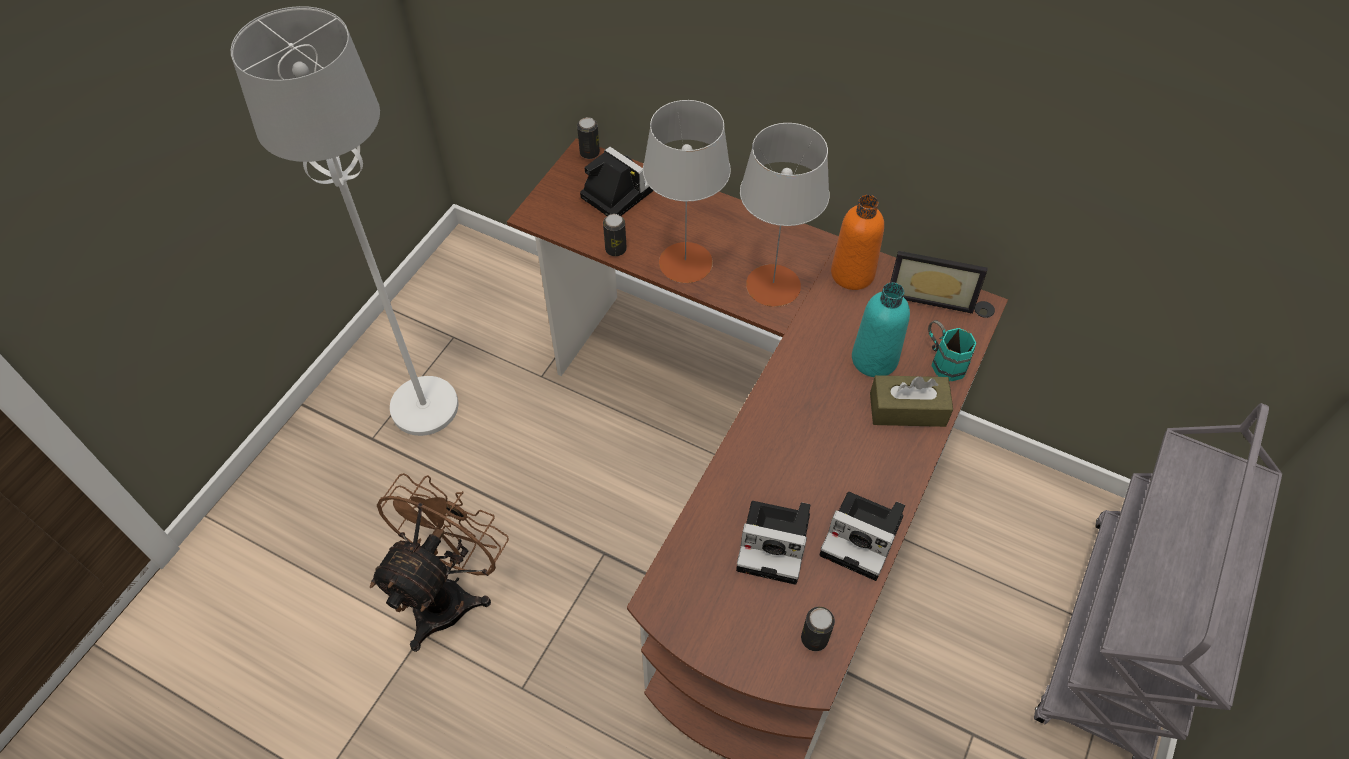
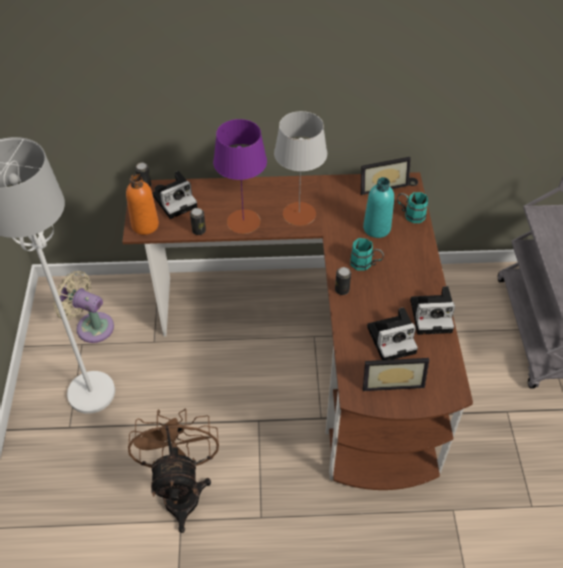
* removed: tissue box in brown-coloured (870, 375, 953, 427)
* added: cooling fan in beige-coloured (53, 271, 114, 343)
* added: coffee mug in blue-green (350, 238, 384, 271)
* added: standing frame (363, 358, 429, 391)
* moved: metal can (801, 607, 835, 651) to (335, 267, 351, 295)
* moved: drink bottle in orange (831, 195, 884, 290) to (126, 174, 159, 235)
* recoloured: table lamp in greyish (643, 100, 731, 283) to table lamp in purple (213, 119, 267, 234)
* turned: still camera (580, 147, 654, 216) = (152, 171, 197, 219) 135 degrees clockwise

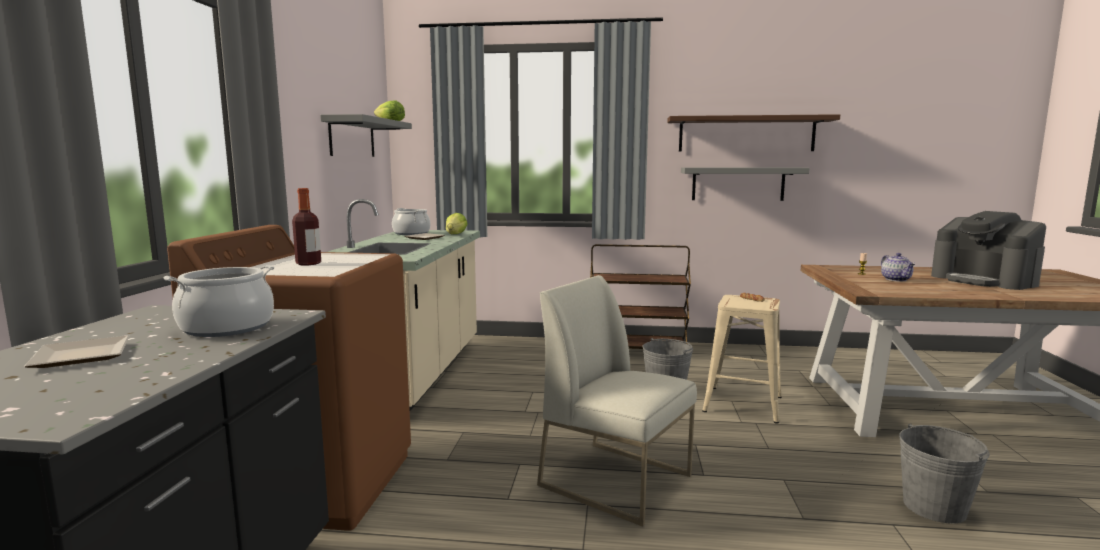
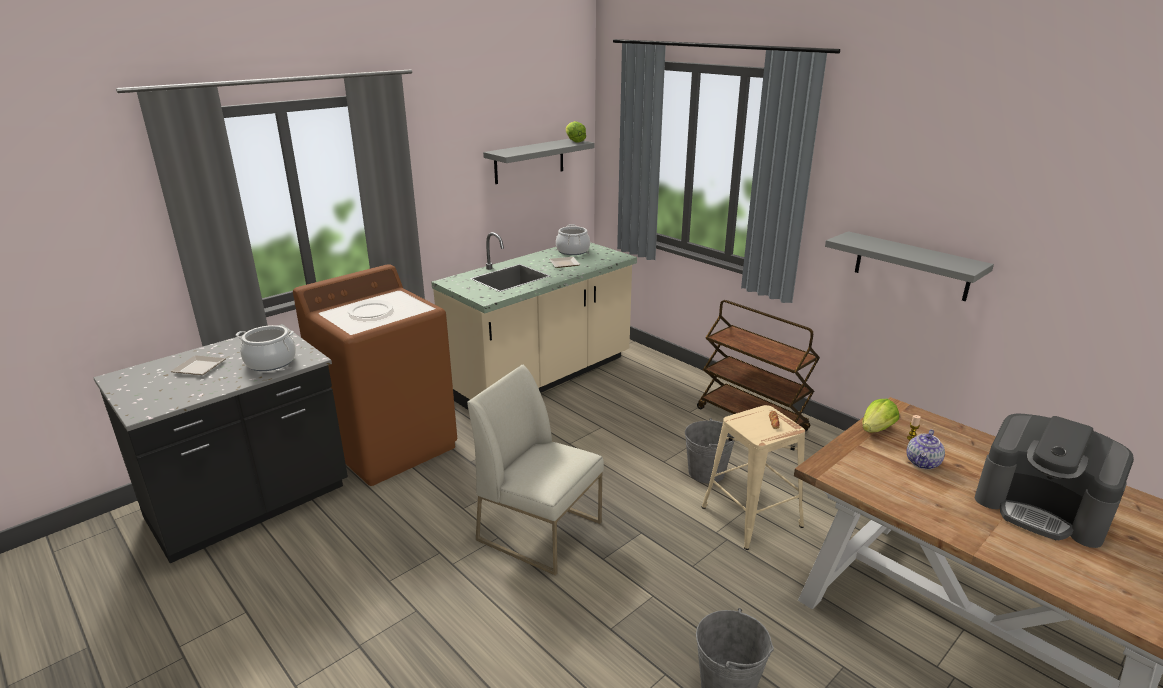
* removed: bracket shelf in brown-coloured (667, 114, 840, 152)
* moved: lettuce (446, 213, 468, 234) to (862, 399, 899, 432)
* replaced: drink bottle (292, 188, 321, 265) to plate in white (348, 300, 393, 318)
* turned: plain chair in white (537, 275, 697, 527) = (467, 364, 604, 576) 45 degrees counterclockwise
* turned: coffee maker (931, 211, 1046, 290) = (975, 414, 1134, 548) 60 degrees counterclockwise

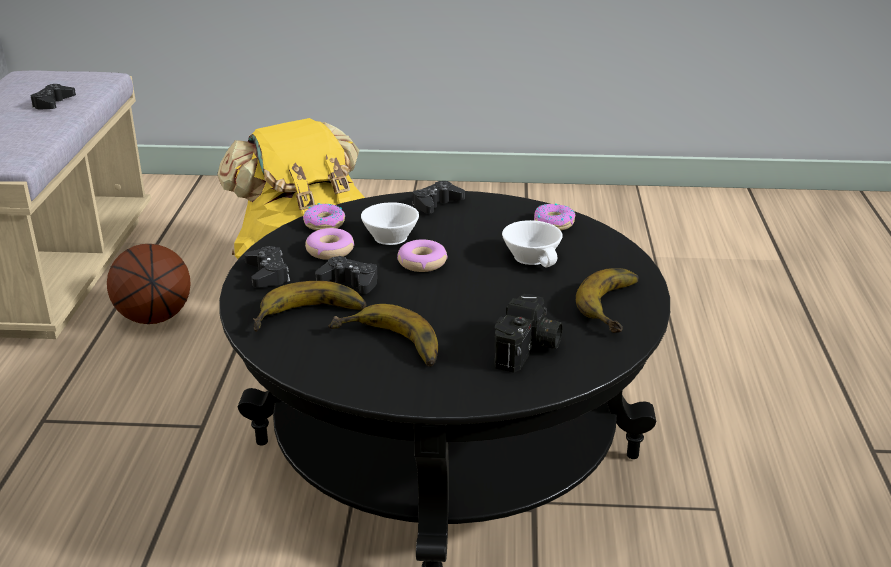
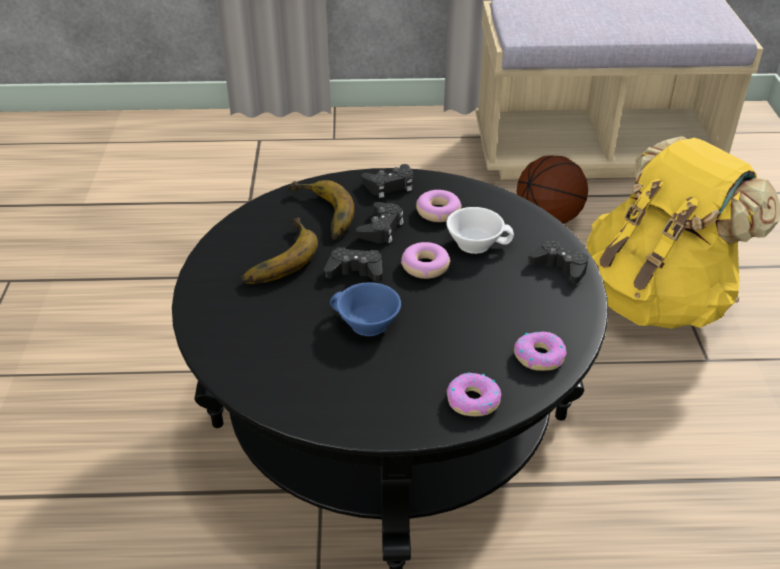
* removed: still camera (494, 294, 563, 373)
* removed: small cup in white (502, 220, 563, 267)
* removed: banana fruit (576, 268, 638, 333)
* added: small cup in bluish (330, 282, 401, 336)
* moved: game controller in black-coloured (31, 84, 76, 109) to (324, 247, 383, 282)
* moved: donut (303, 203, 345, 230) to (447, 372, 501, 416)

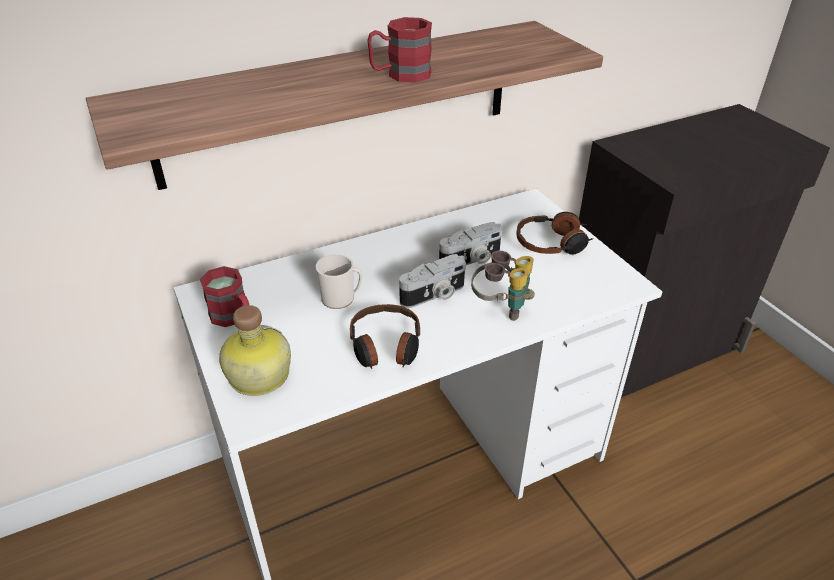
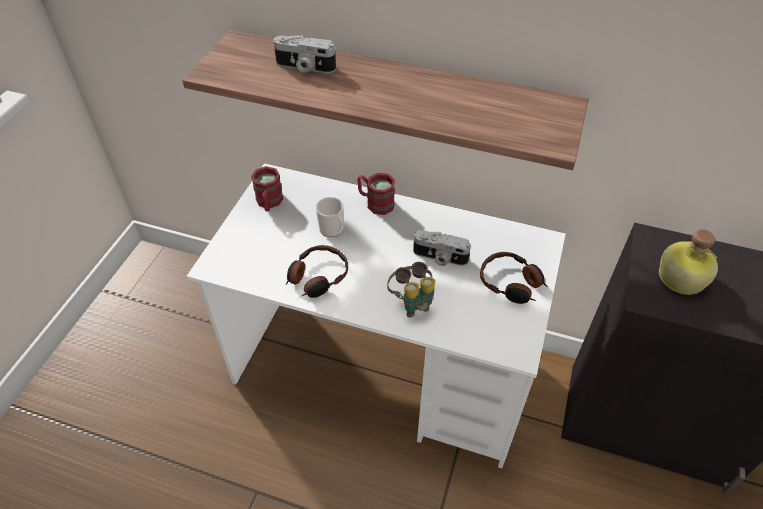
* moved: drink bottle (219, 305, 291, 396) to (659, 229, 718, 295)
* moved: coffee mug in red (367, 17, 432, 83) to (357, 173, 395, 215)
* moved: still camera (399, 254, 466, 308) to (273, 35, 336, 73)

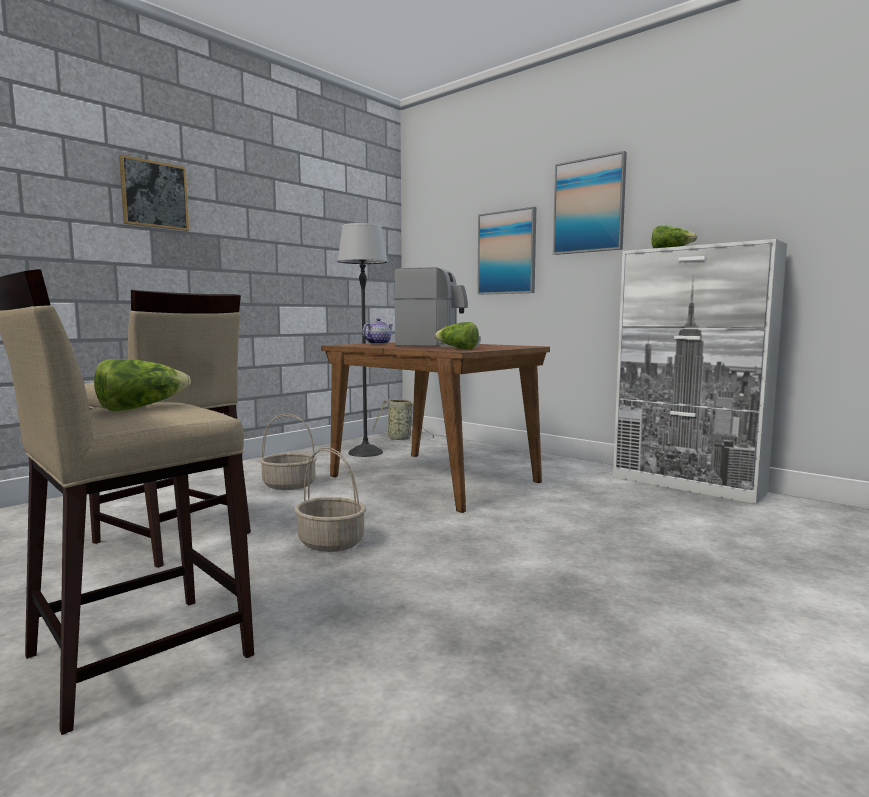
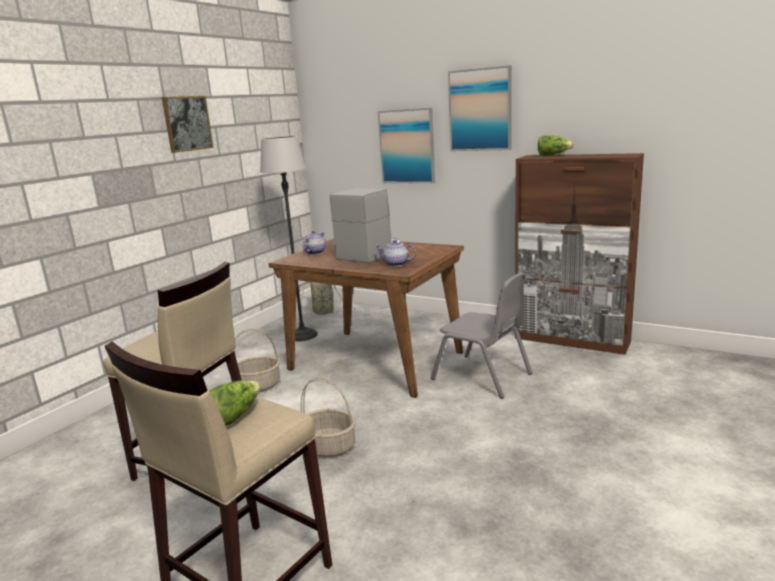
* added: plain chair in greyish (431, 273, 532, 399)
* moved: wall art (119, 155, 189, 231) to (162, 96, 214, 153)
* replaced: lettuce (435, 322, 479, 349) to pot for tea (375, 240, 416, 267)
* recoloured: cabinet in white (613, 239, 787, 504) to cabinet in brown-coloured (515, 153, 644, 355)
* turned: coffee maker (394, 267, 481, 347) = (330, 188, 402, 263) 60 degrees counterclockwise

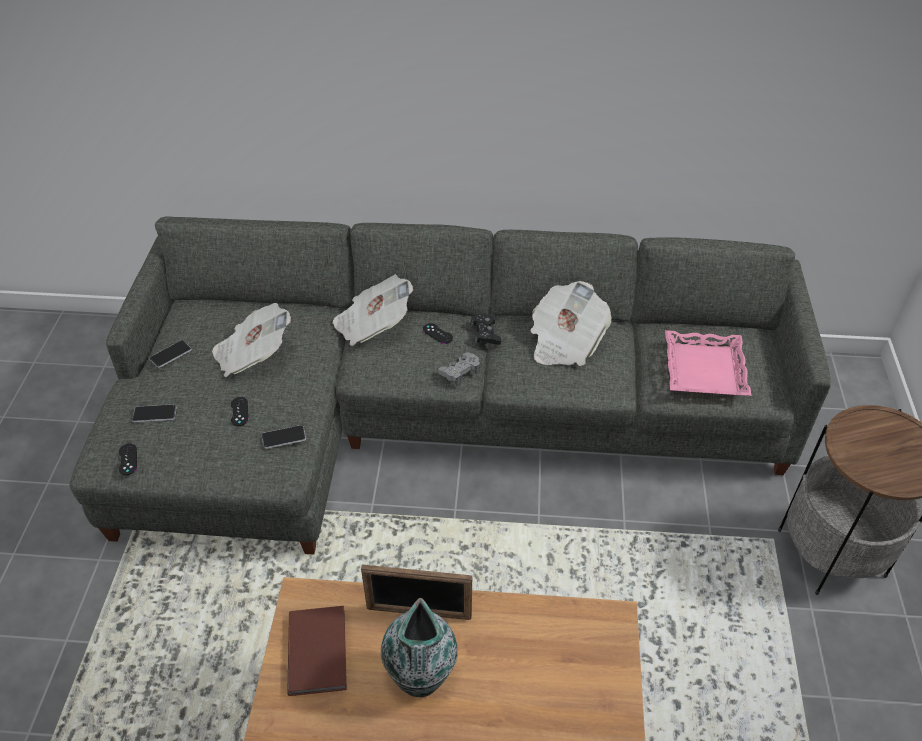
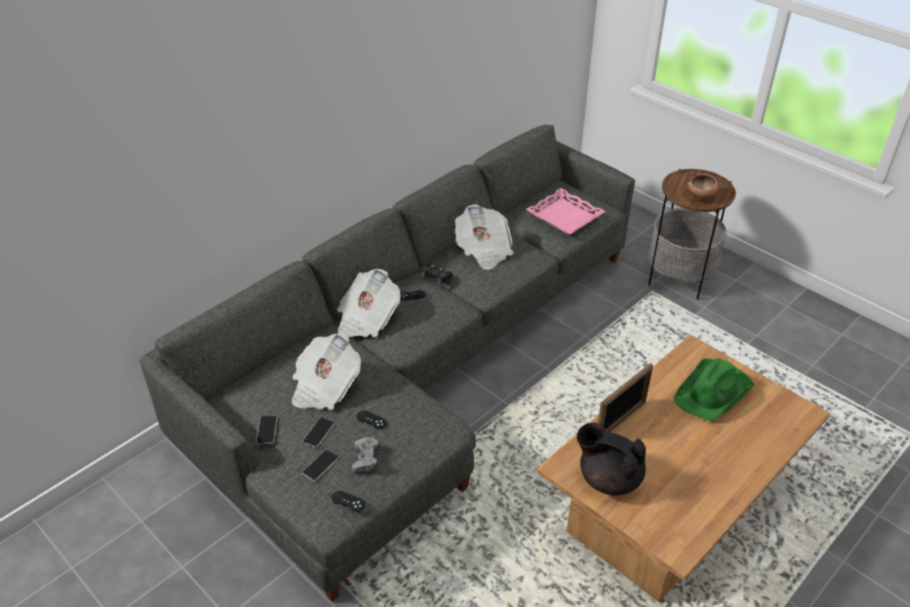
* removed: decorative vase (381, 598, 458, 697)
* added: clothing hat in green (674, 358, 755, 421)
* added: deep dish (687, 174, 719, 200)
* moved: handset (262, 425, 306, 449) to (302, 417, 335, 448)
* moved: game controller in greyish (439, 352, 480, 385) to (352, 437, 379, 472)
* replaced: book in brown-coloured (287, 606, 347, 696) to pot for tea in black-coloured (577, 423, 646, 496)

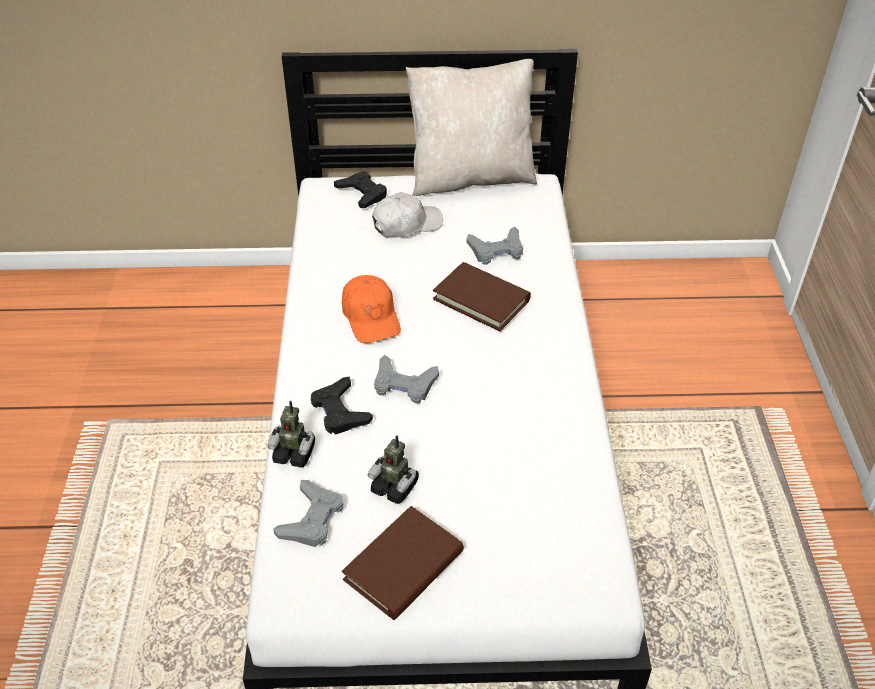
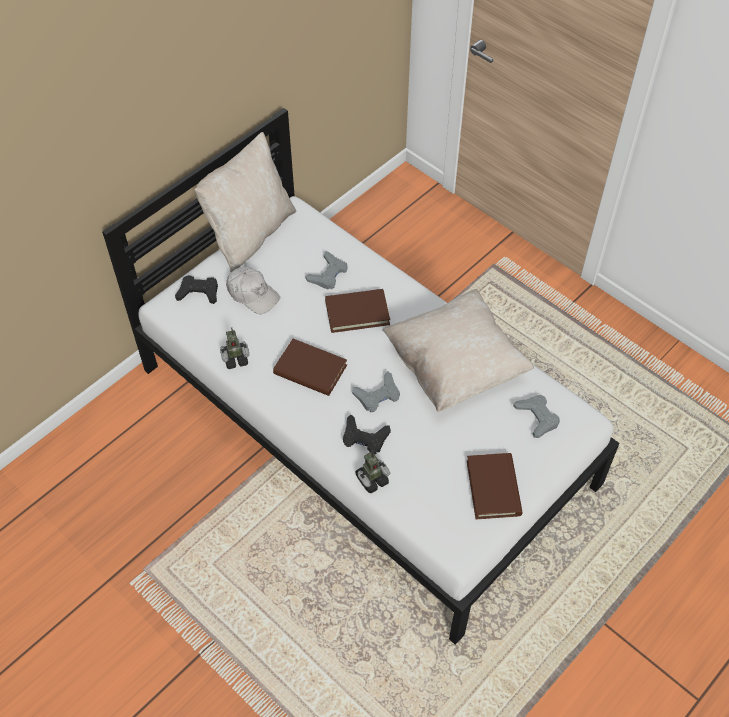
* added: cushion in beige-coloured (382, 289, 534, 412)
* moved: game controller in greyish (273, 480, 344, 547) to (513, 395, 560, 438)
* moved: toy robot (368, 435, 419, 504) to (220, 327, 249, 369)
* replaced: baseball cap in orange (342, 275, 401, 343) to book in brown-coloured (273, 339, 347, 396)
* turned: baseball cap in white (372, 192, 443, 238) = (226, 267, 280, 314) 105 degrees clockwise

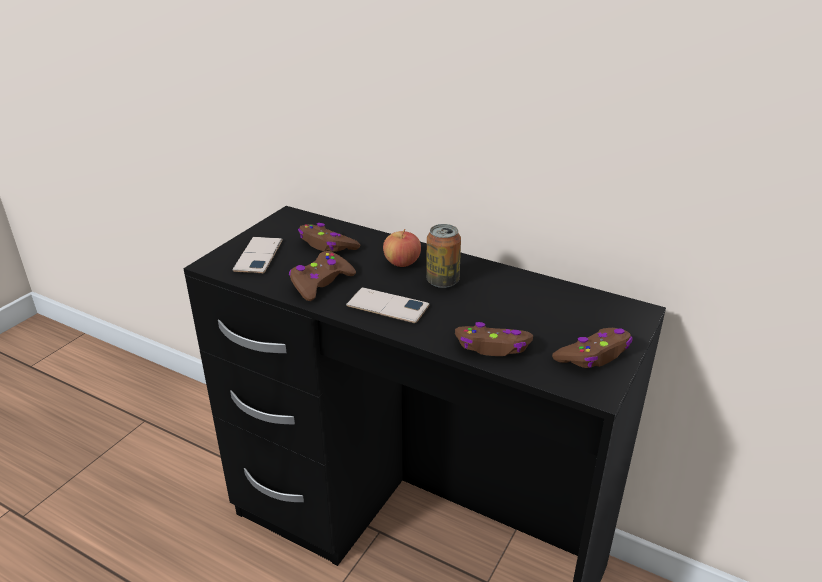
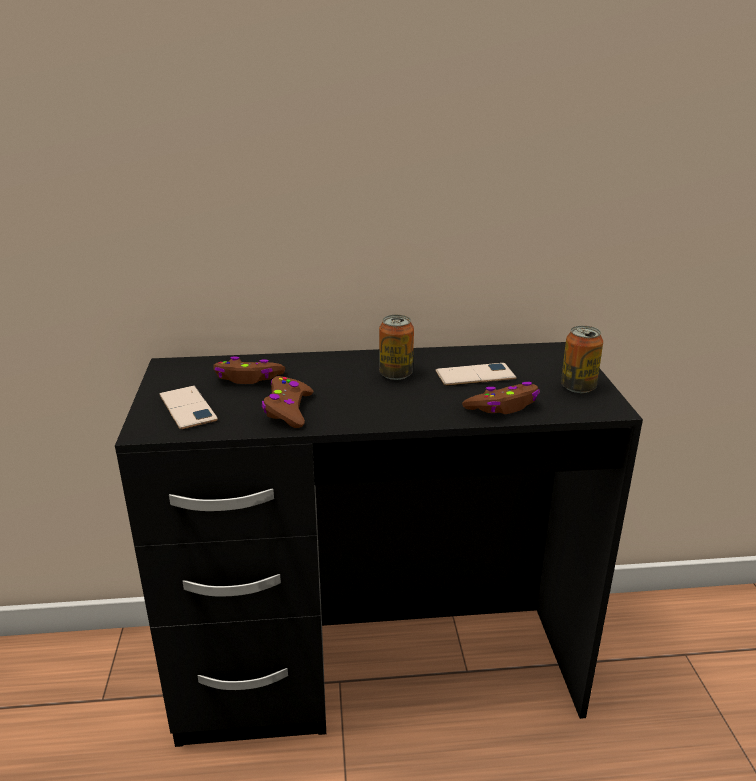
* removed: apple fruit (383, 229, 421, 267)
* moved: handset (346, 287, 430, 323) to (435, 363, 517, 386)
* replaced: game controller in brown-coloured (552, 328, 633, 368) to metal can (561, 326, 603, 393)

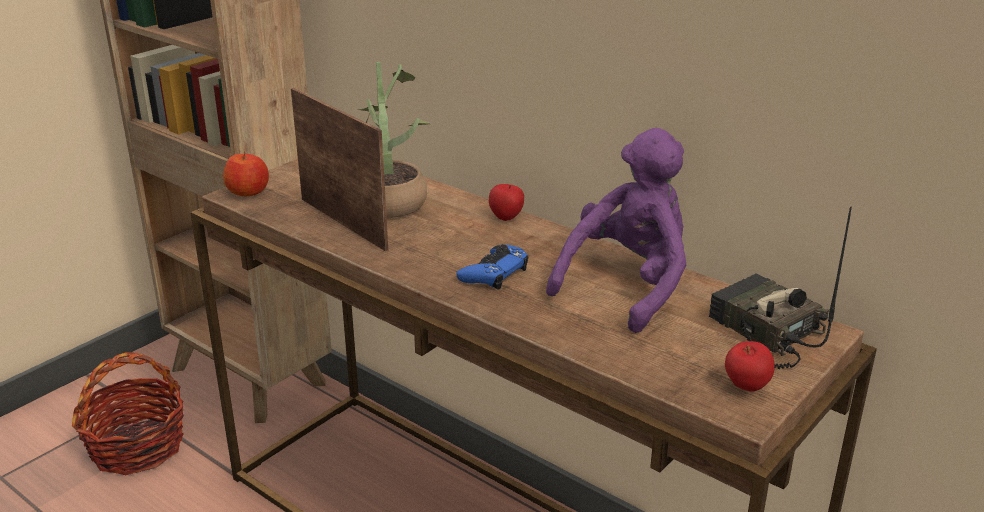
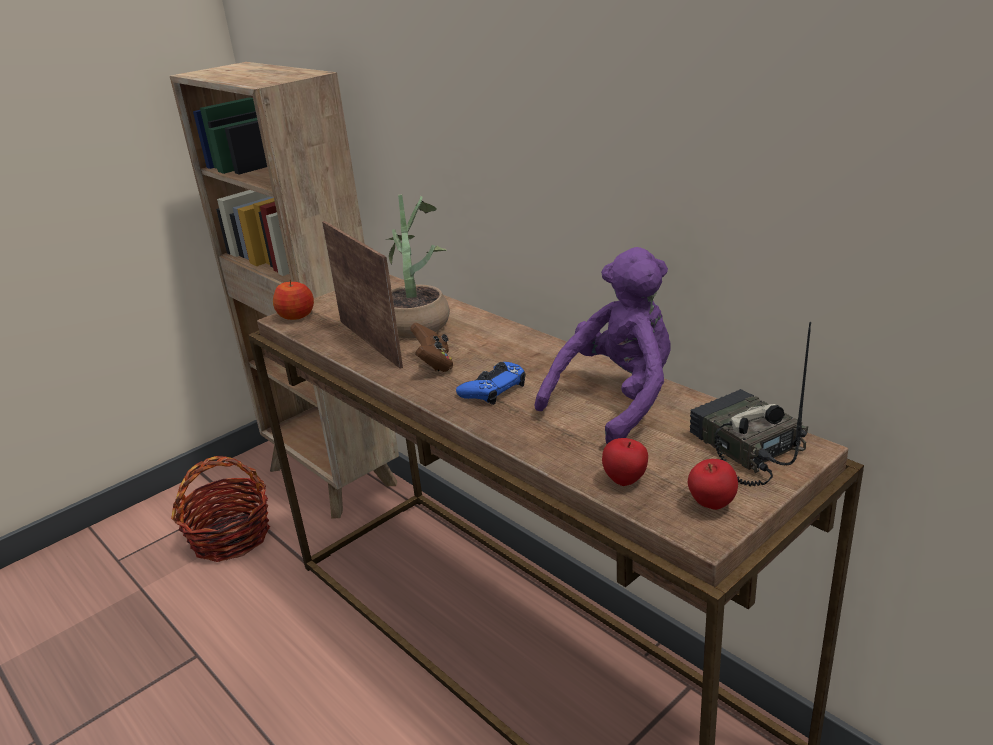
* added: game controller in brown-coloured (410, 323, 453, 372)
* moved: apple fruit (489, 184, 524, 221) to (602, 438, 648, 486)

